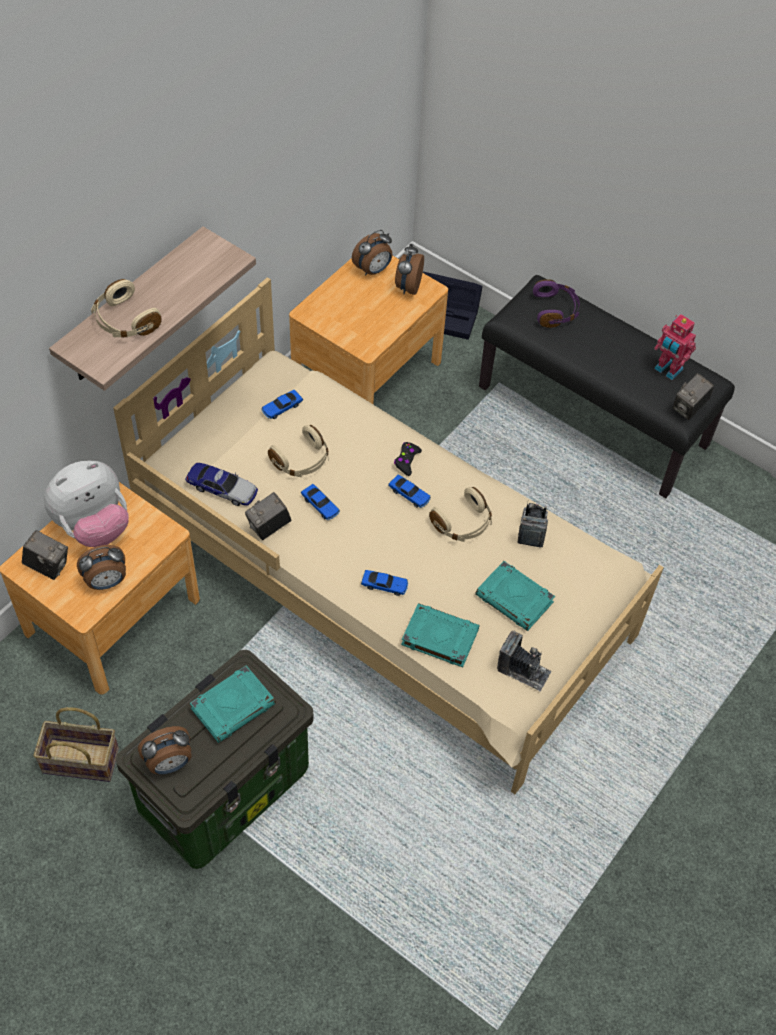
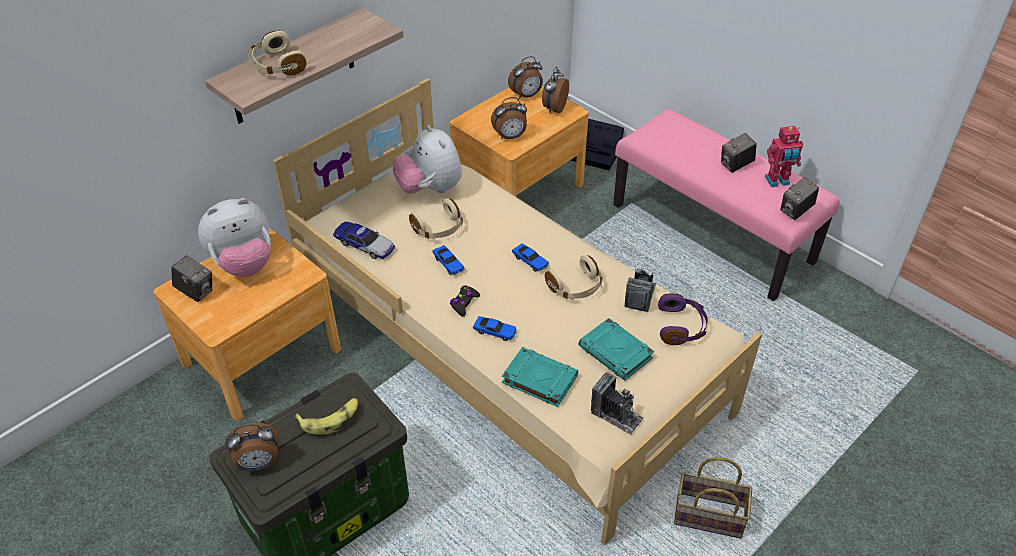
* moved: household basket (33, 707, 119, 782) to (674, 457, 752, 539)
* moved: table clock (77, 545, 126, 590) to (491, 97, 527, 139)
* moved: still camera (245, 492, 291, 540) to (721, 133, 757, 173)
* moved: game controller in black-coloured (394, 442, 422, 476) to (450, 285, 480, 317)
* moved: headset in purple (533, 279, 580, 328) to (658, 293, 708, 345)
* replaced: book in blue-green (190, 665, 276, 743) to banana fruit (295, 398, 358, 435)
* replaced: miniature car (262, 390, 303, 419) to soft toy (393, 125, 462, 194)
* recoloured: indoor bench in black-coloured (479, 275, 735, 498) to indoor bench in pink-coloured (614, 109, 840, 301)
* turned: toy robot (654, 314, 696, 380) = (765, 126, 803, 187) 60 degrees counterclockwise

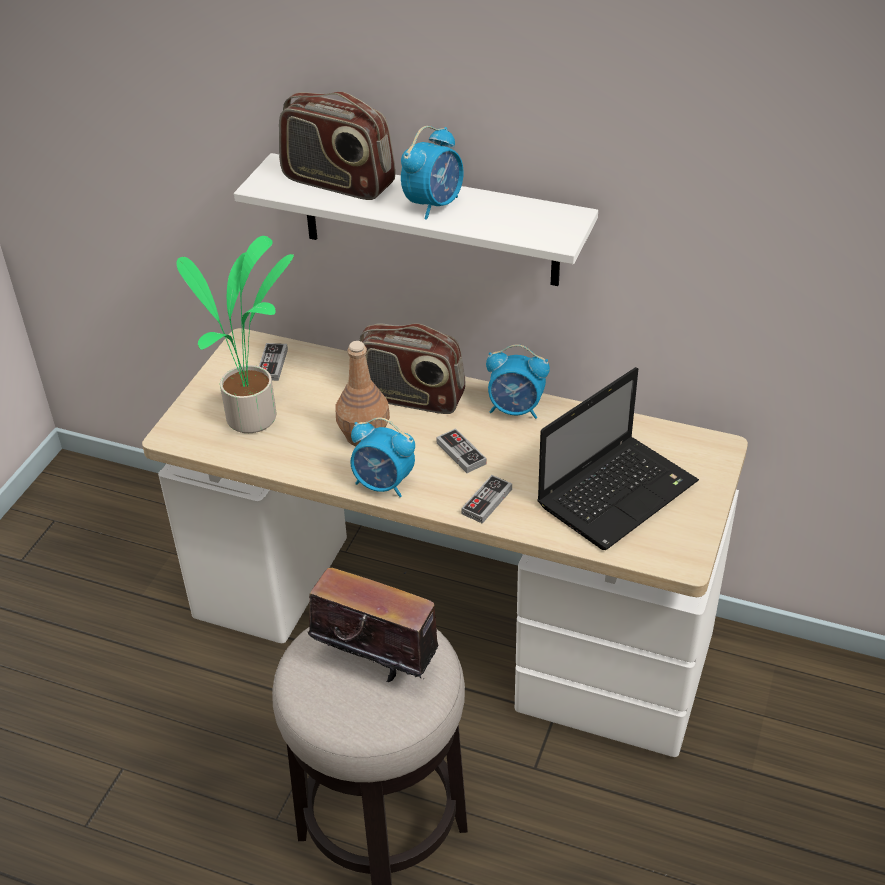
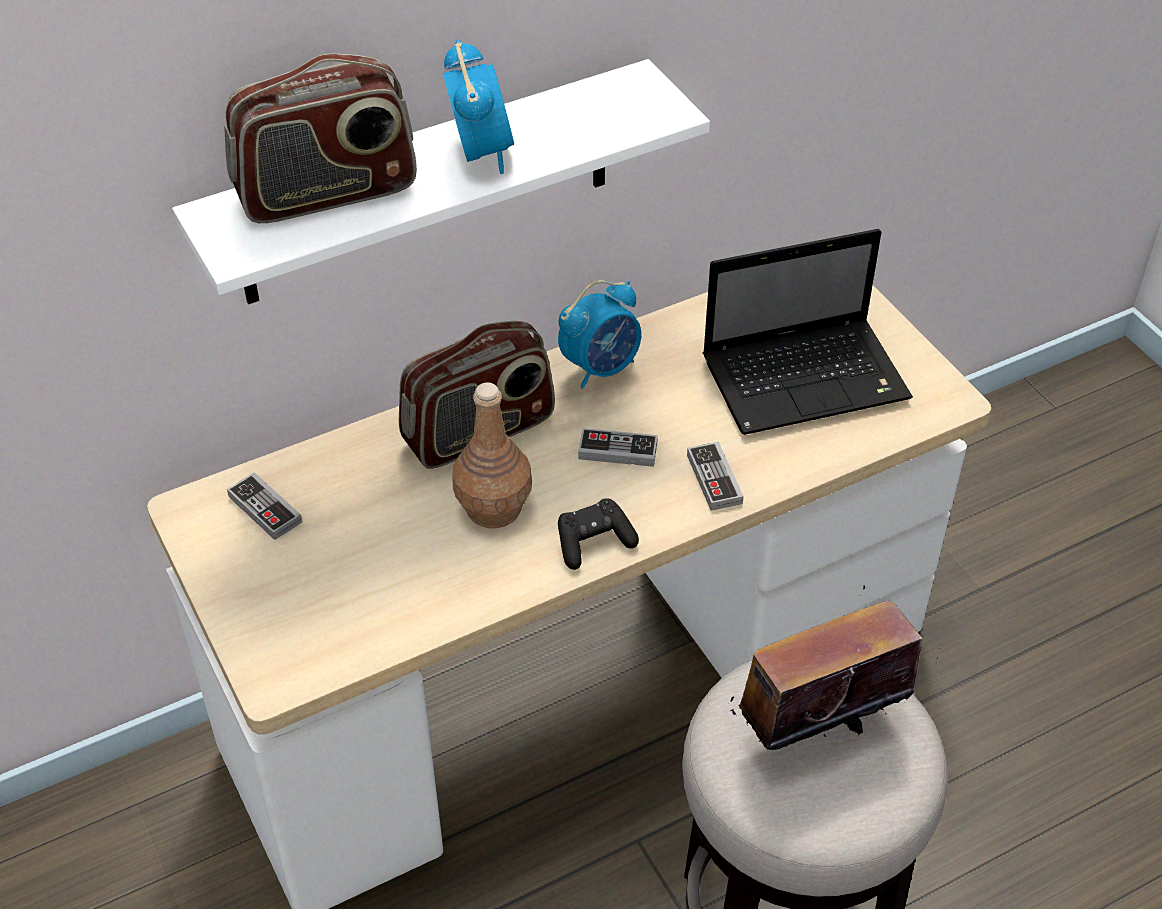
* removed: plant in a pot (176, 236, 294, 433)
* replaced: table clock (350, 417, 415, 497) to game controller in black-coloured (558, 498, 639, 570)
* turned: portable computer (537, 367, 699, 550) = (703, 229, 913, 435) 75 degrees clockwise

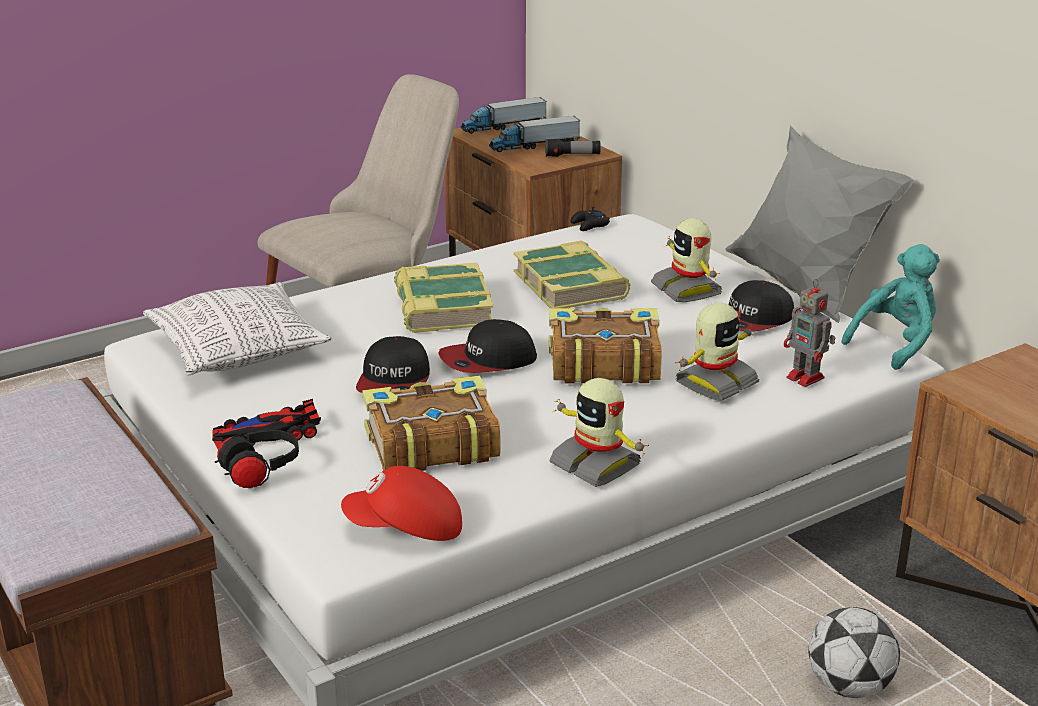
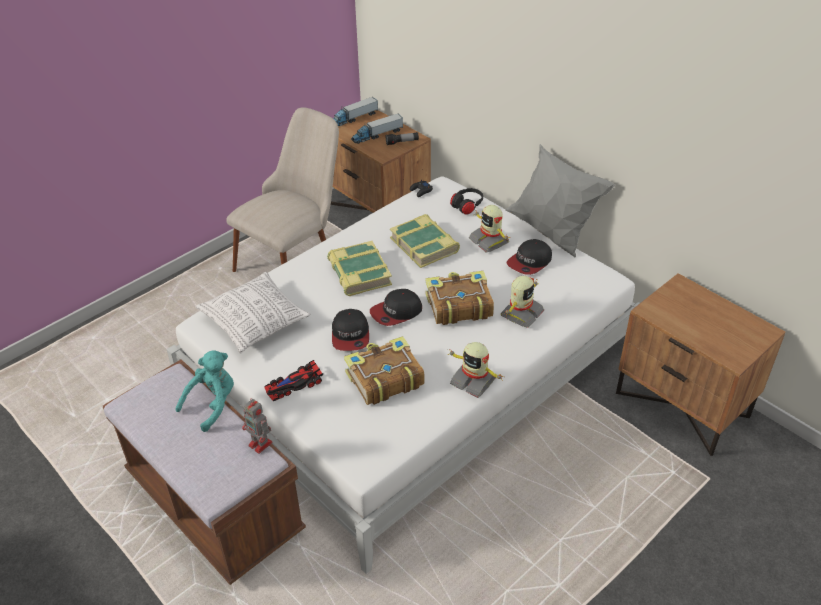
* removed: baseball cap in red (341, 466, 462, 541)
* removed: ball for football (808, 607, 900, 698)
* moved: headset in black-coloured (215, 430, 299, 488) to (450, 188, 483, 215)
* moved: toy robot (784, 279, 835, 387) to (242, 398, 273, 454)
* moved: soft toy in blue-green (841, 244, 940, 370) to (176, 351, 234, 432)

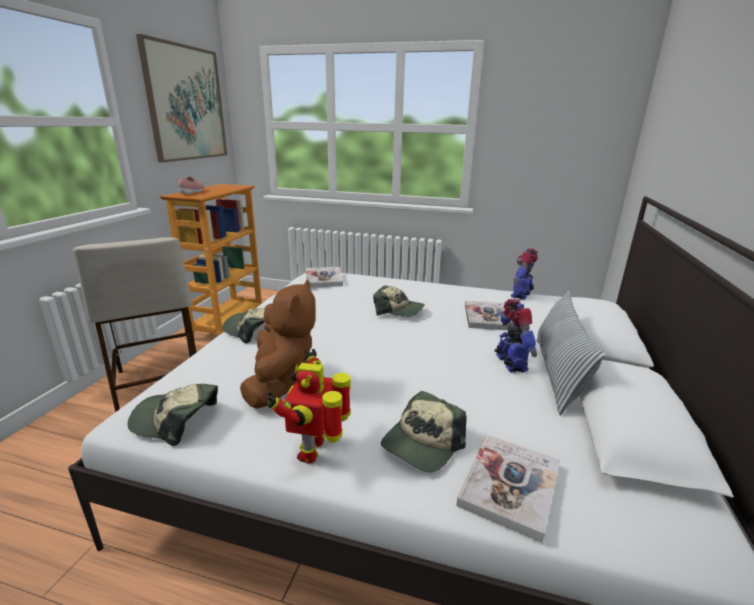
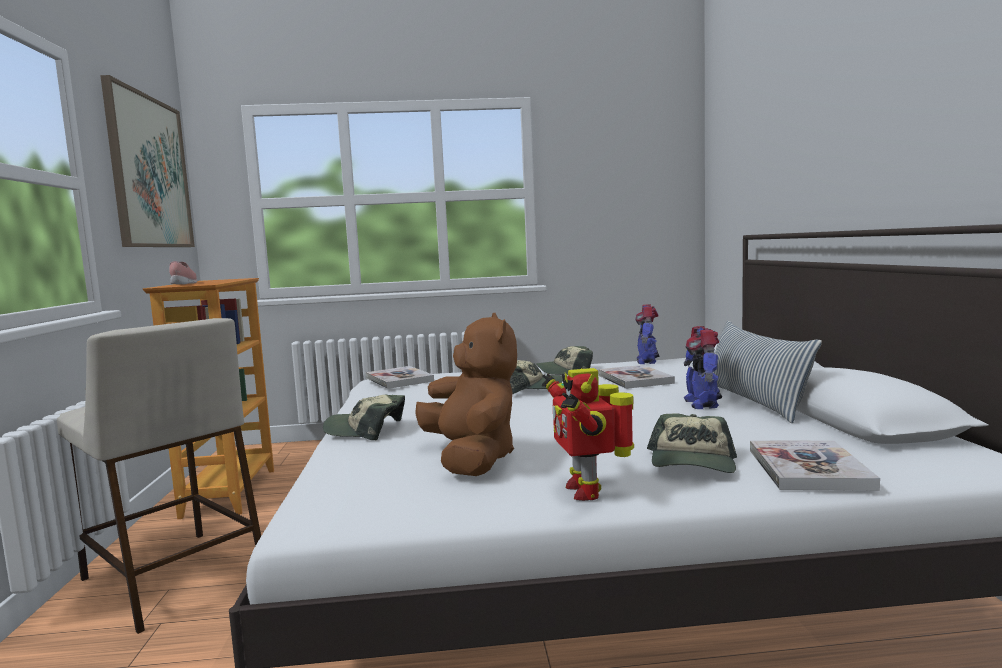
* moved: baseball cap (127, 384, 218, 446) to (536, 346, 593, 375)
* turned: toy robot (494, 299, 537, 373) = (684, 326, 722, 409) 150 degrees counterclockwise

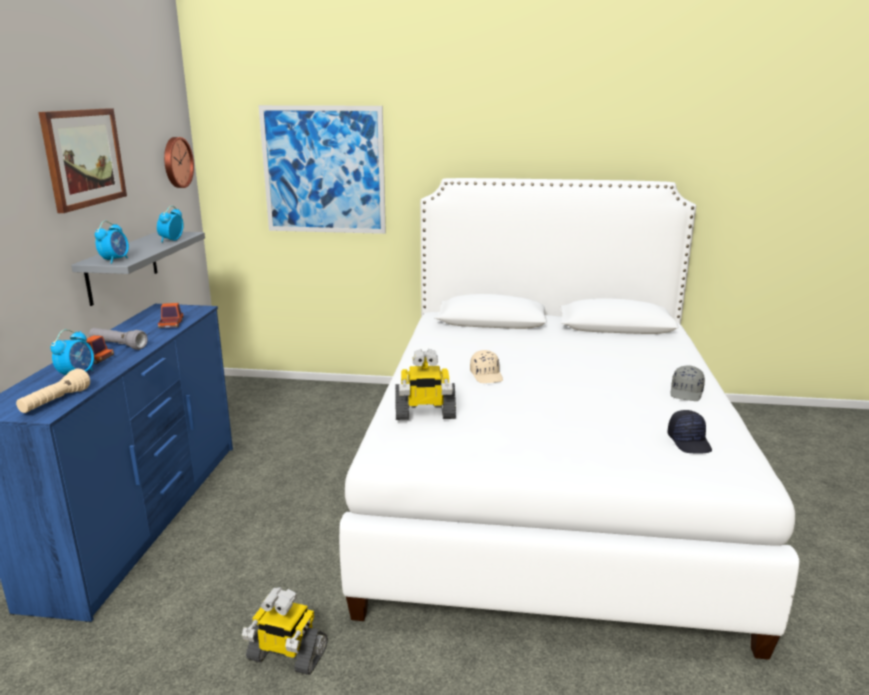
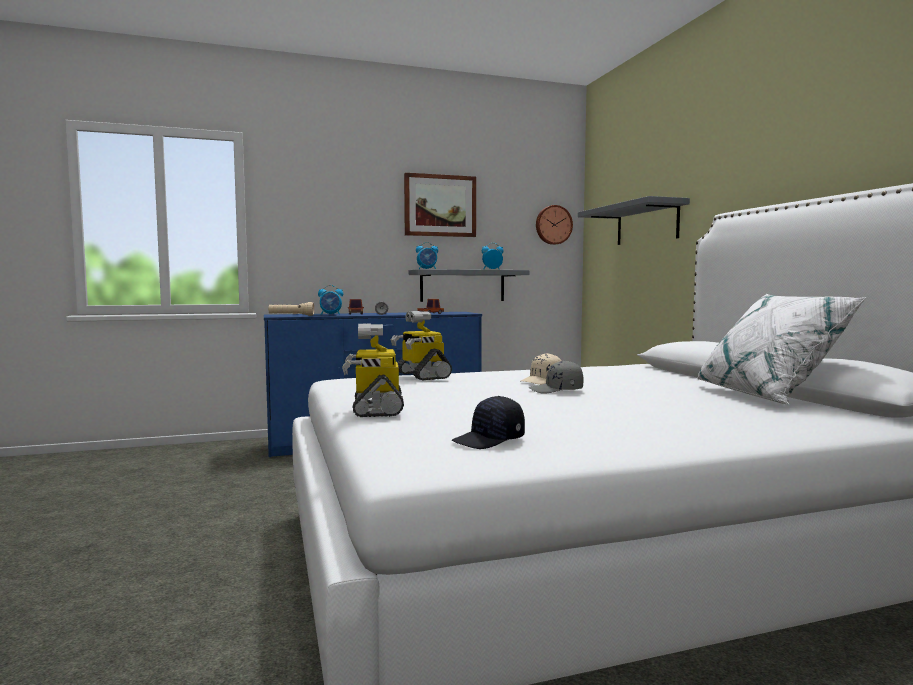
* added: cushion in white (697, 294, 867, 404)
* moved: toy robot (242, 587, 328, 675) to (342, 323, 404, 417)
* moved: baseball cap in greyish (670, 366, 705, 401) to (529, 360, 583, 394)
* replaced: wall art (258, 105, 386, 234) to bracket shelf in greyish (578, 196, 690, 245)

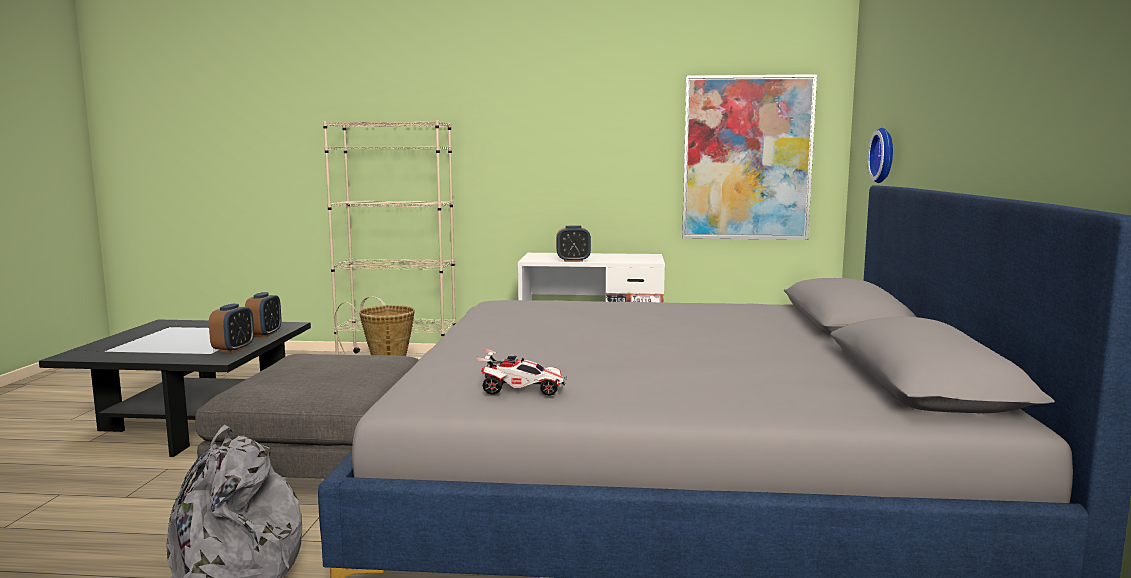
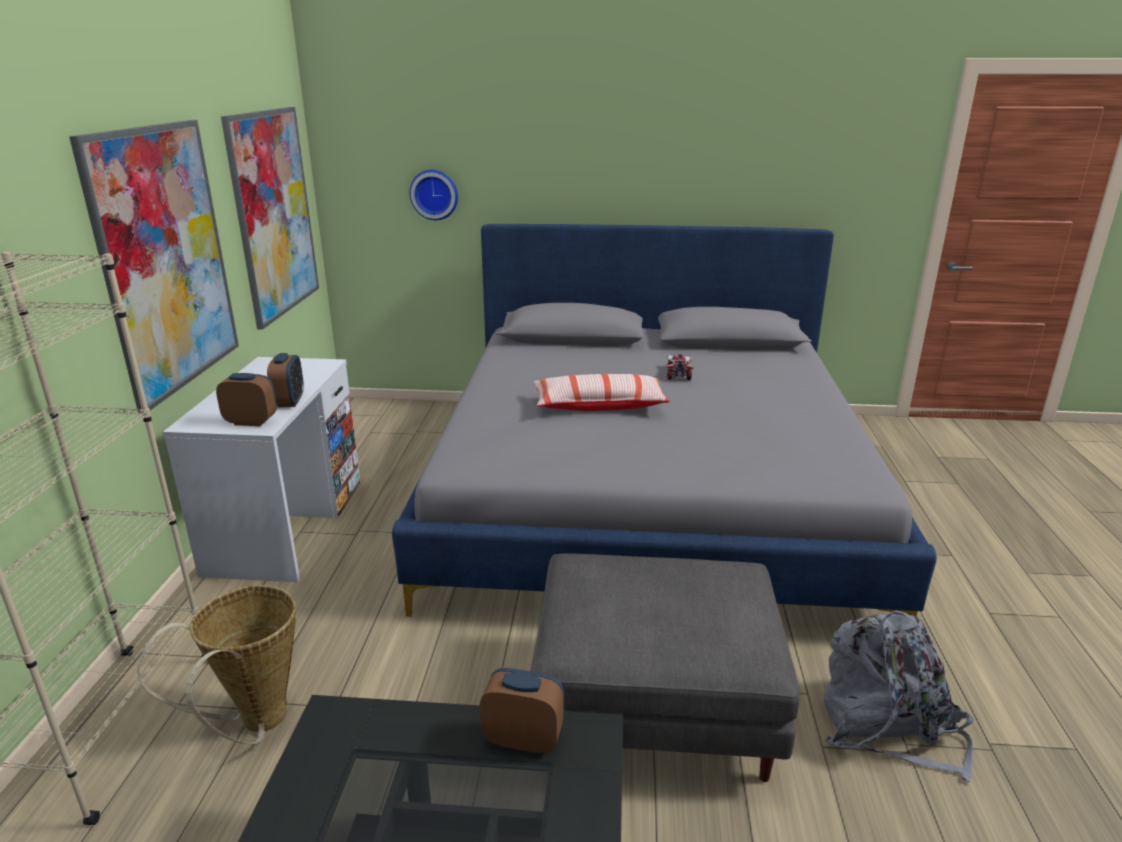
* added: wall art (69, 120, 239, 413)
* added: cushion (534, 374, 670, 411)
* moved: table clock (245, 292, 281, 337) to (216, 373, 277, 426)
* moved: miniature car (476, 348, 567, 396) to (666, 354, 694, 381)

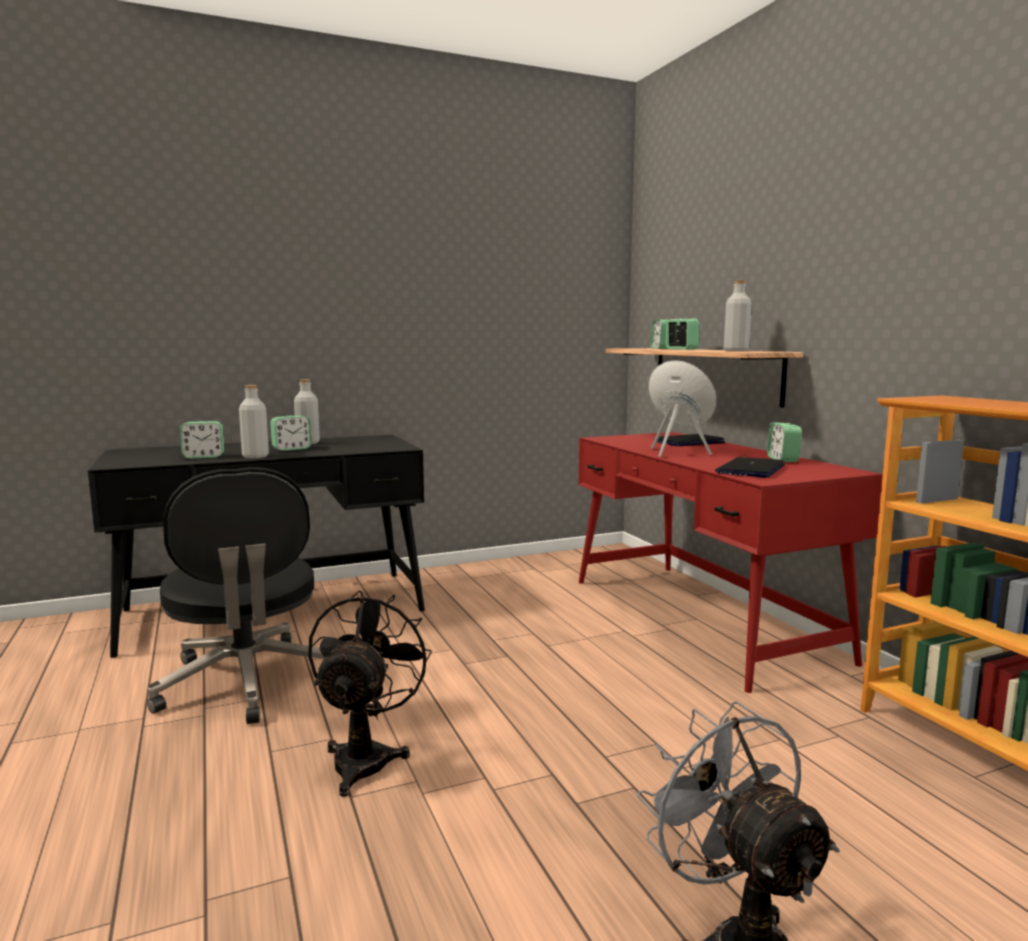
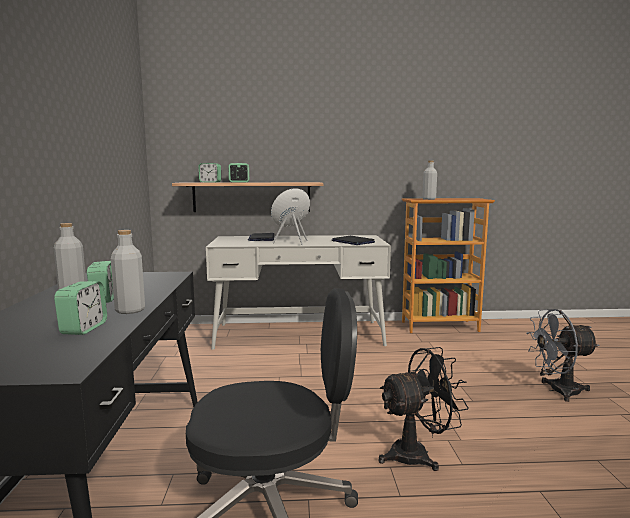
* removed: table clock (767, 423, 802, 462)
* moved: drink bottle in greyish (724, 280, 752, 351) to (422, 161, 437, 200)
* recoloured: desk in red (579, 432, 883, 693) to desk in white (206, 235, 391, 350)
* turned: cooling fan in black-coloured (308, 590, 432, 797) = (378, 347, 469, 471) 135 degrees clockwise

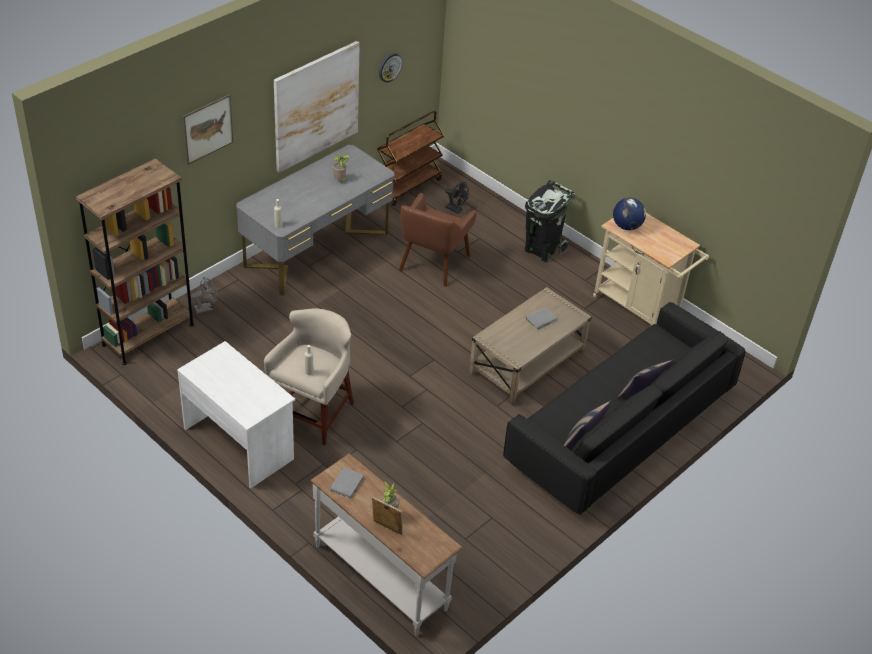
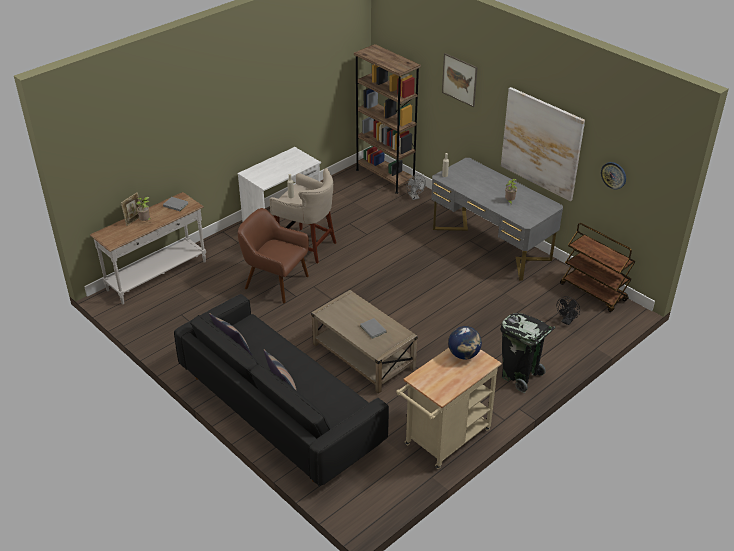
* moved: easy chair in brown-coloured (399, 193, 477, 287) to (238, 208, 309, 303)

